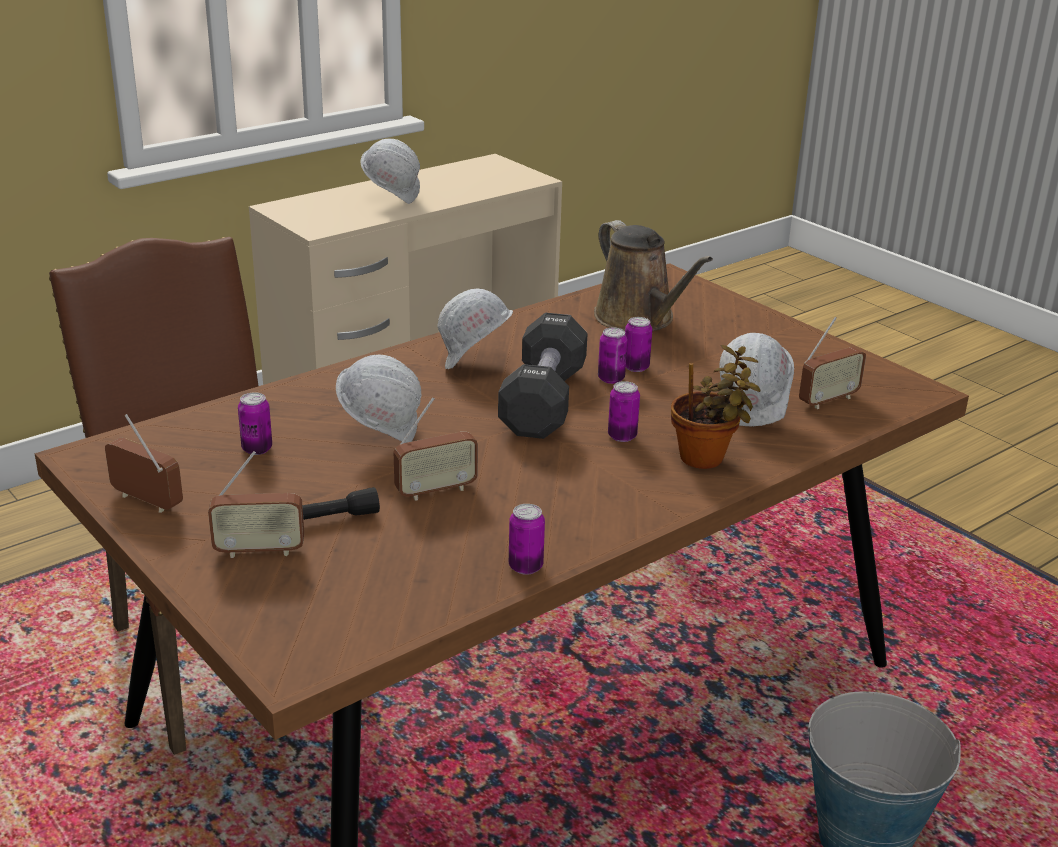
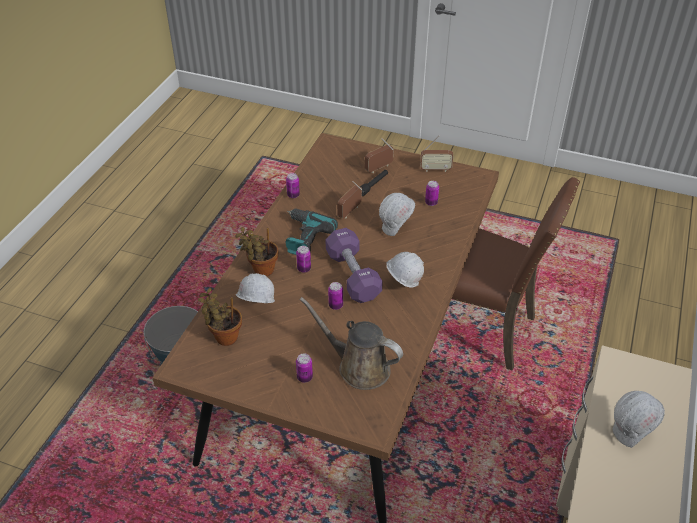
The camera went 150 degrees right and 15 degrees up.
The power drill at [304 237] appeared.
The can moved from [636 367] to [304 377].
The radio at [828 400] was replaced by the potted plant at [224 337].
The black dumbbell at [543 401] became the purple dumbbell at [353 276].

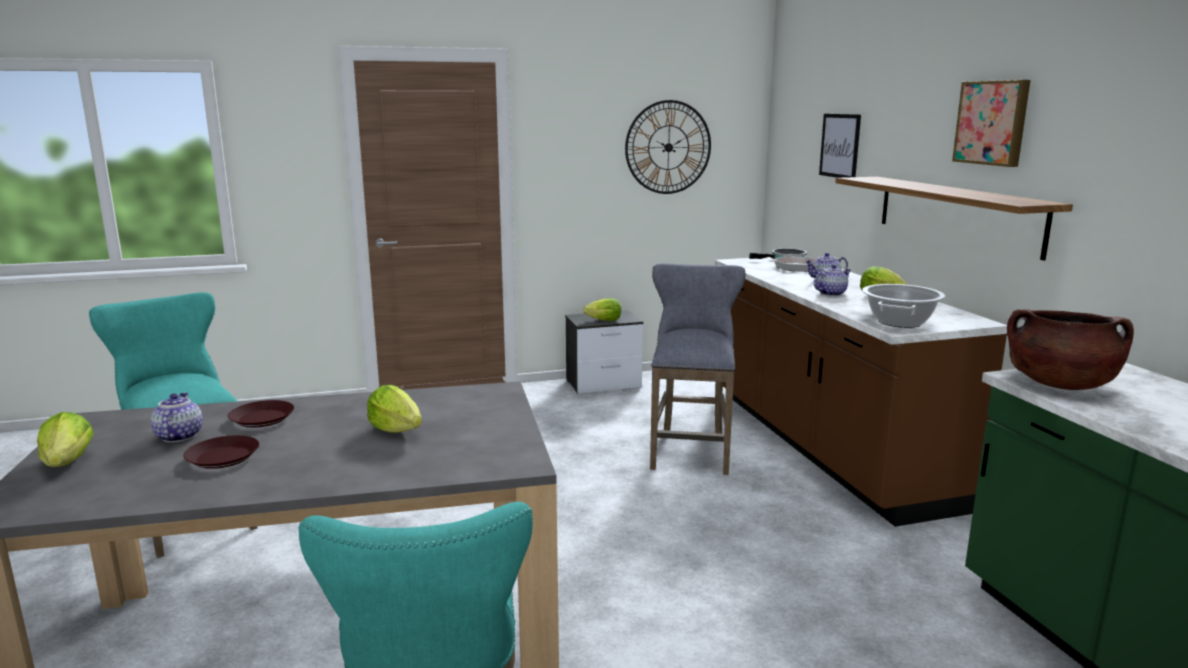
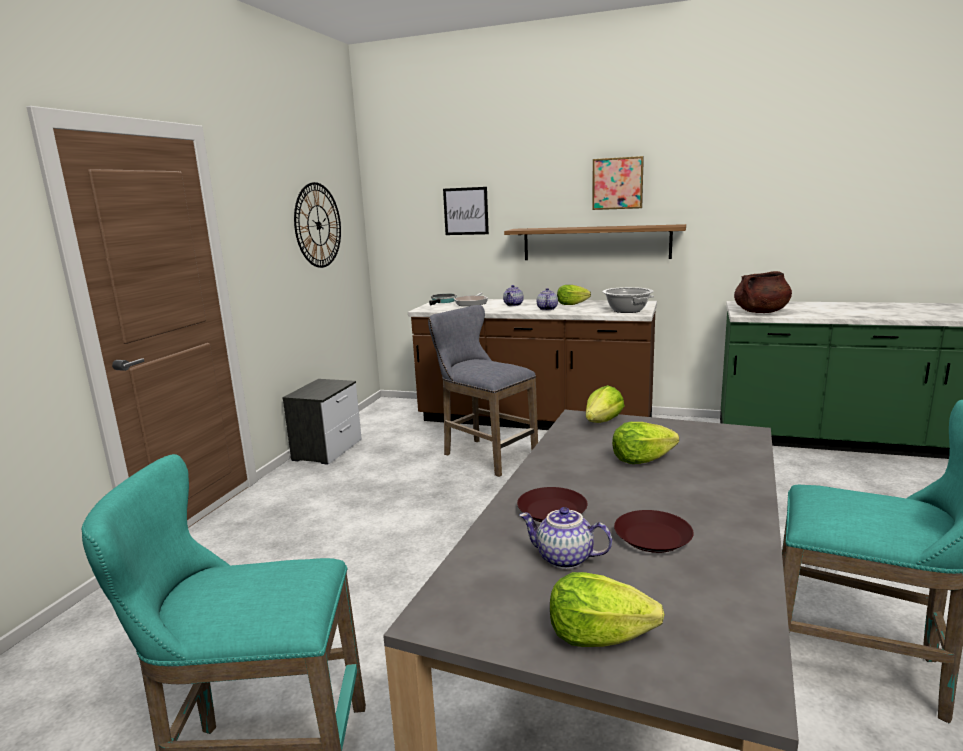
The camera went 55 degrees left and 0 degrees up.
The lettuce moved from [604 321] to [603 422].

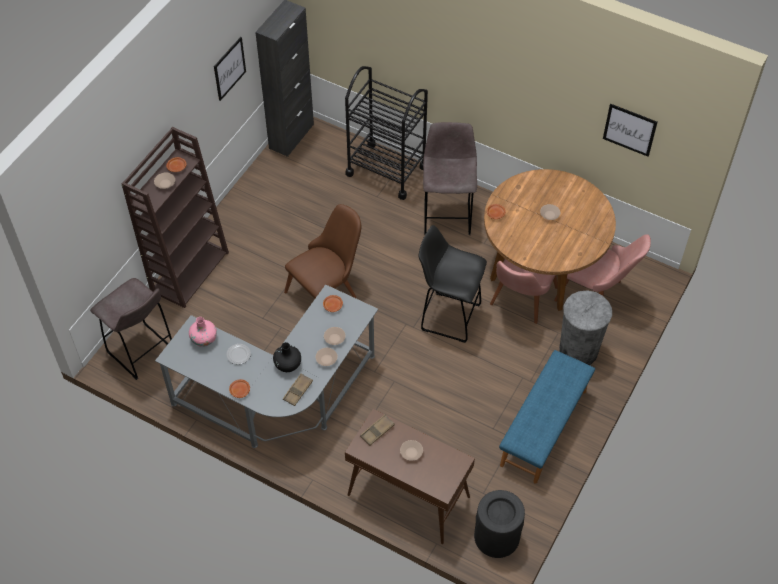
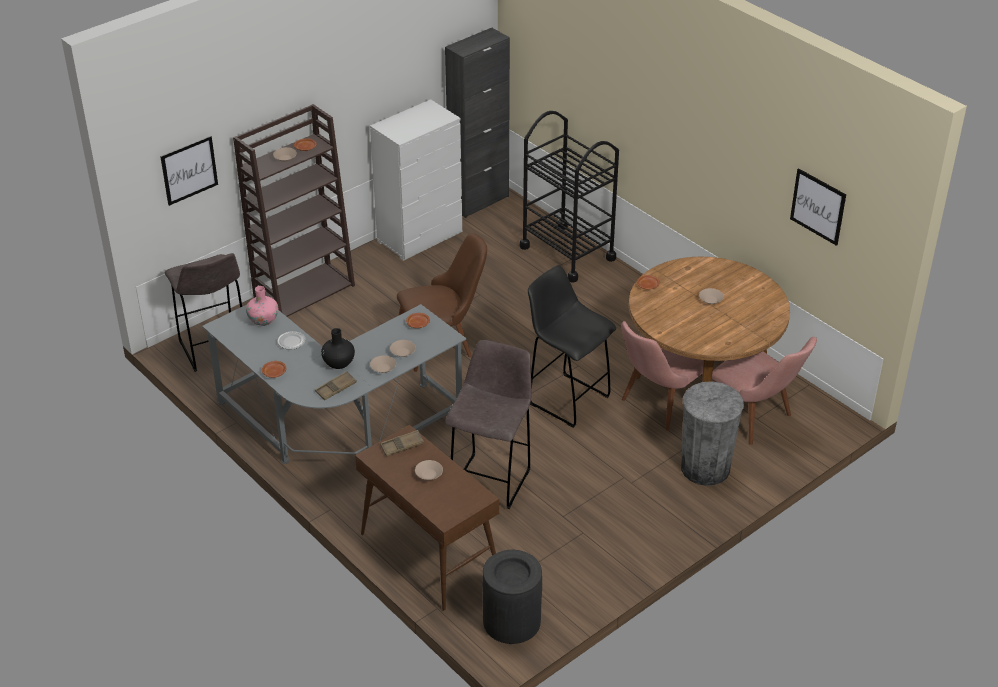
The camera went 20 degrees right and 15 degrees down.
The blue bench at [544 428] disappeared.
The white dresser at [420 237] appeared.
The picture moved from [229 68] to [189 170].
The grey stool moved from [447 216] to [491 479].

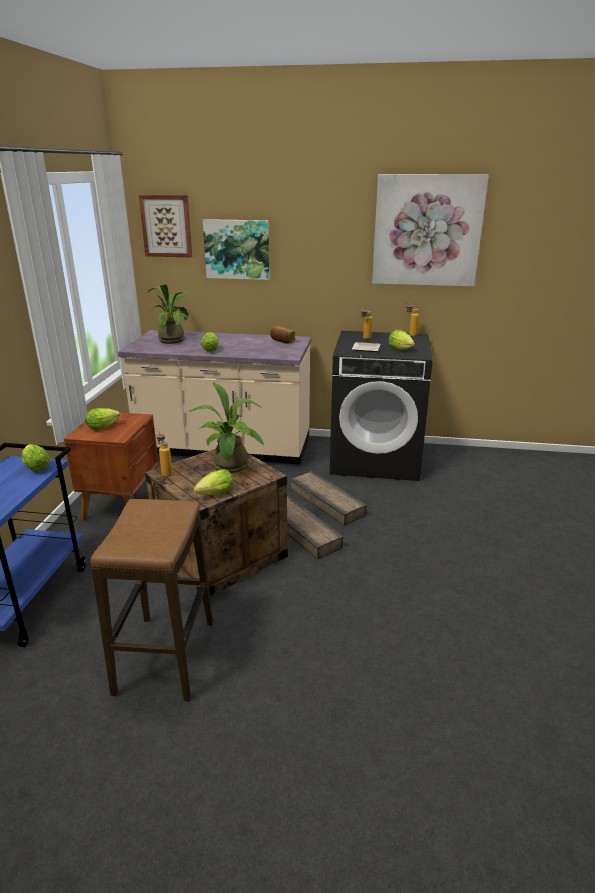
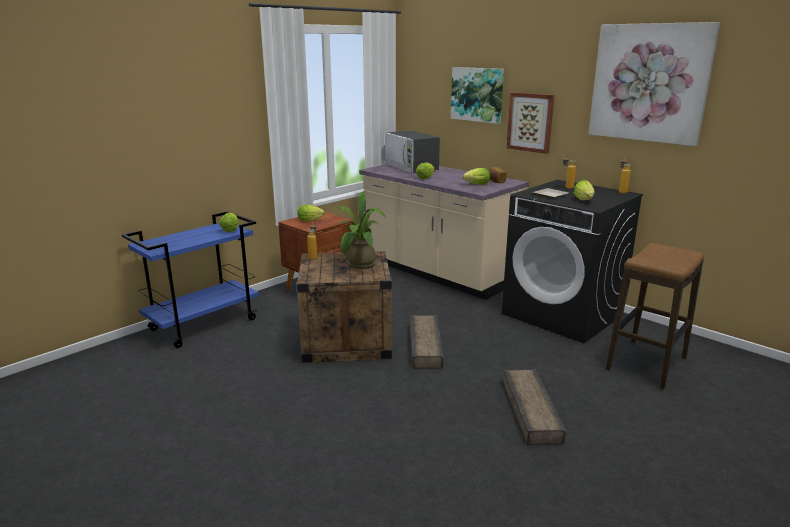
The camera went 35 degrees right and 5 degrees down.
The stool moved from [165 656] to [646 364].
The picture moved from [166 226] to [530 122].
The lettuce moved from [214 495] to [475 184].
The crate moved from [327 501] to [532 410].
The potted plant at [173 339] was replaced by the microwave at [411 168].

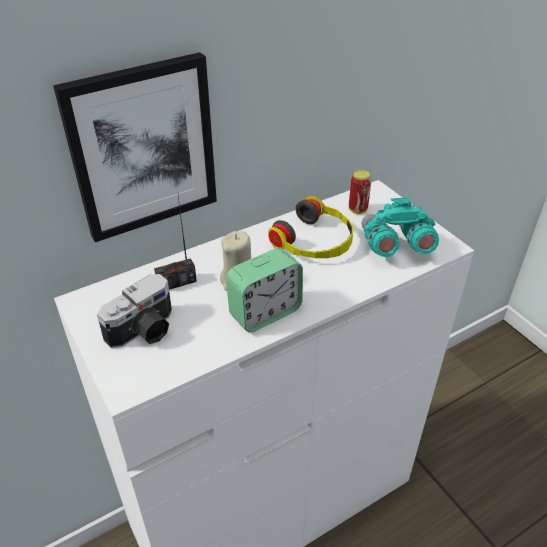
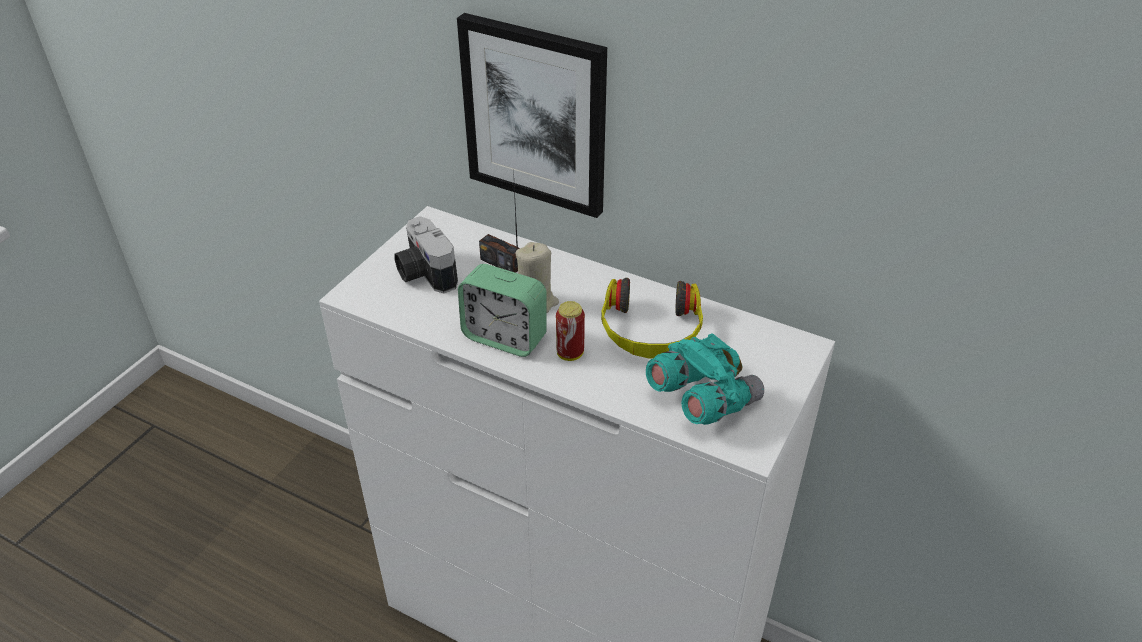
The camera went 60 degrees right and 0 degrees up.
The can moved from [357 210] to [570 354].
The photo camera at [145 331] turned 45 degrees clockwise.

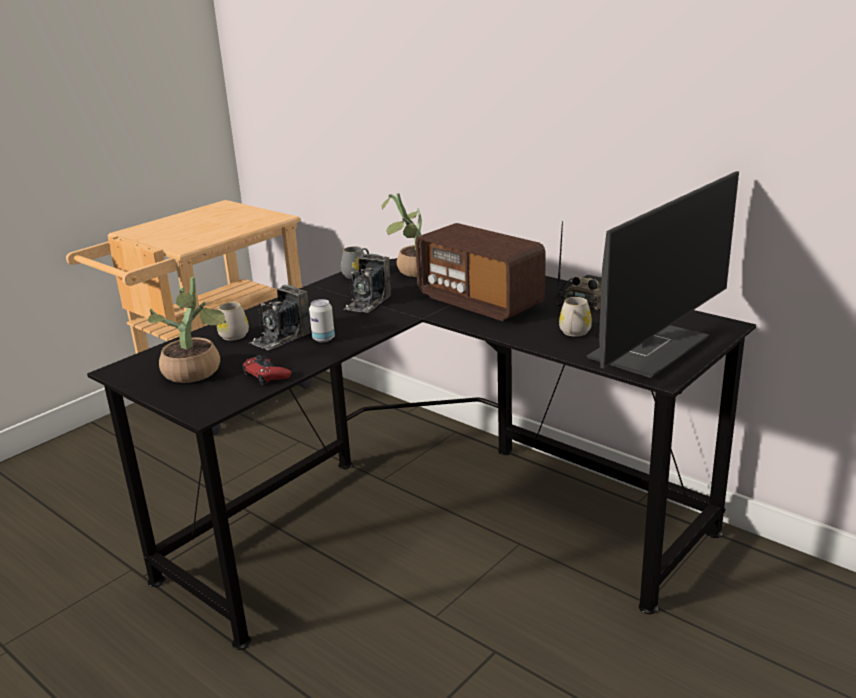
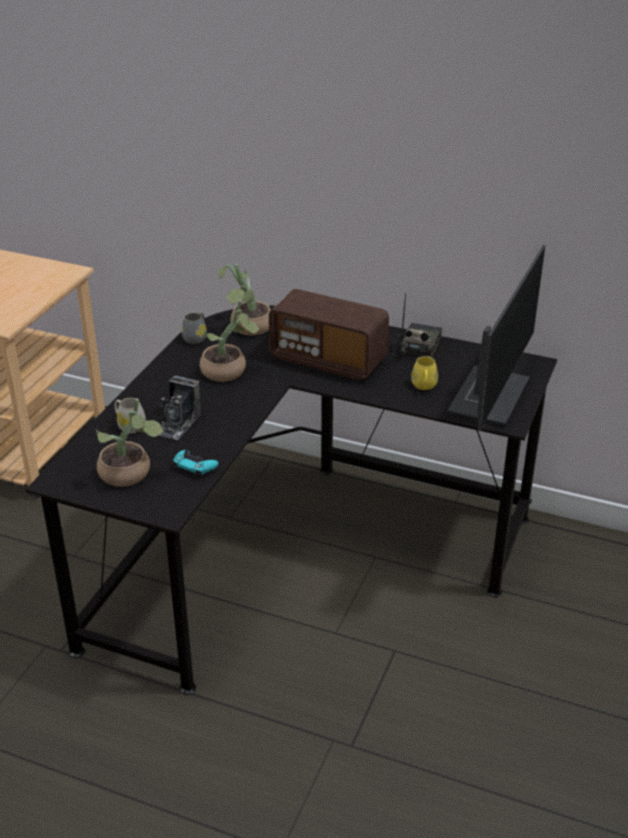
The camera went 20 degrees left and 10 degrees up.
The can at [323 339] disappeared.
The photo camera at [368 302] was replaced by the potted plant at [229 372].
The red game controller at [266 375] became the turquoise game controller at [194 466].
The white mug at [574 333] became the yellow mug at [424 386].

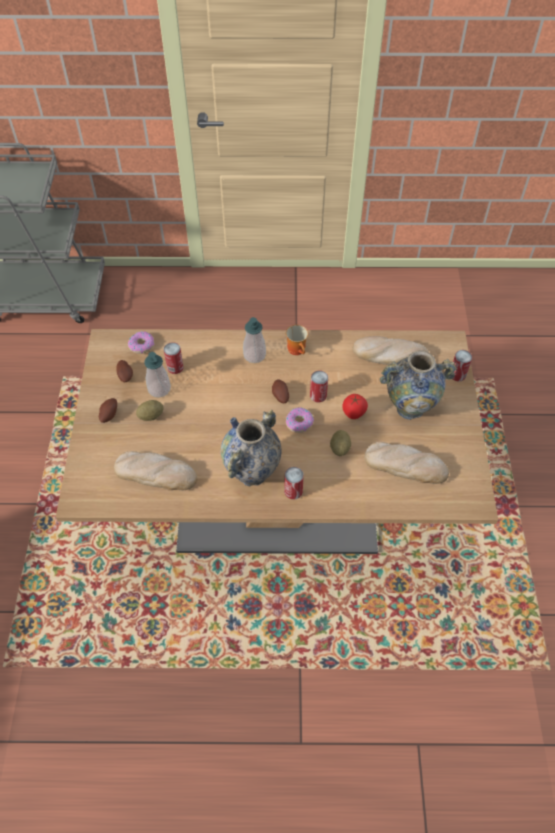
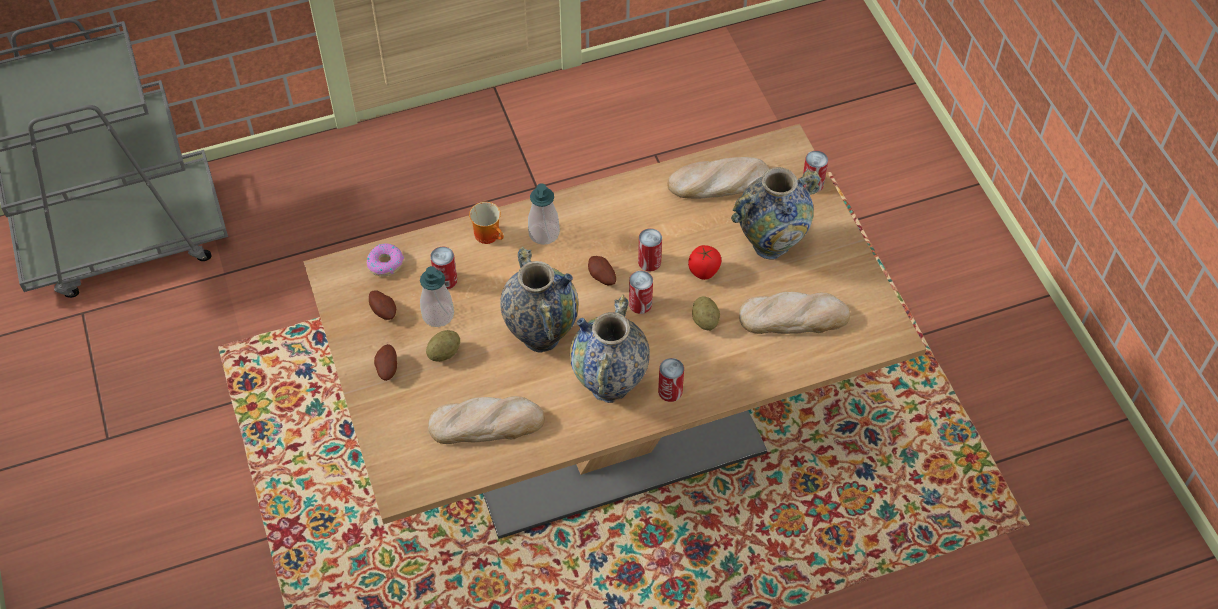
The camera went 20 degrees left and 0 degrees up.
The vase at [541 336] appeared.
The mug moved from [298 349] to [490 235].
The donut at [299 422] was replaced by the can at [640 304].

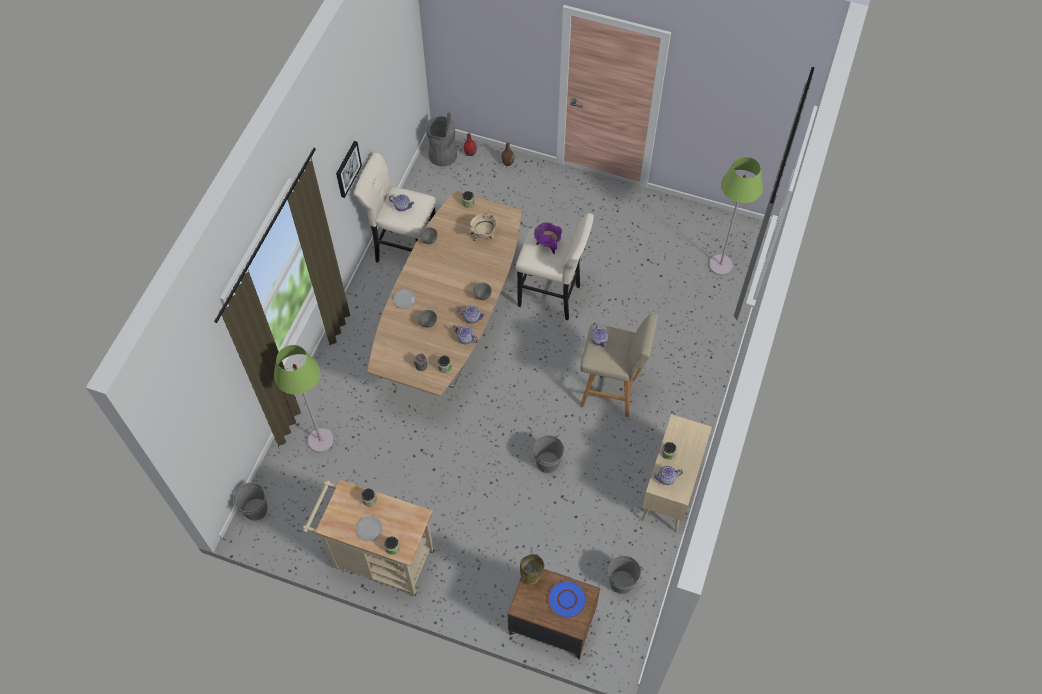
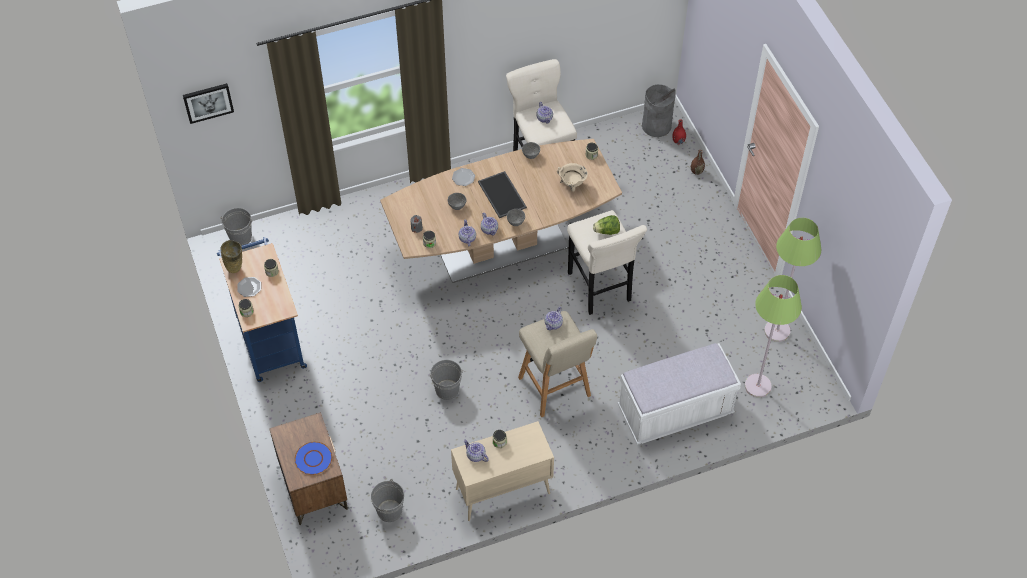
The camera went 50 degrees right and 5 degrees down.
The tray at [503 195] appeared.
The white bench at [675 412] appeared.
The green floor lamp moved from [321 440] to [777 331].
The picture moved from [347 169] to [208 102].
The beige vase moved from [532 577] to [235 269].
The purple cooking pot at [548 245] was replaced by the lettuce at [607 231].
The beige cart at [378 558] became the blue cart at [269 338].

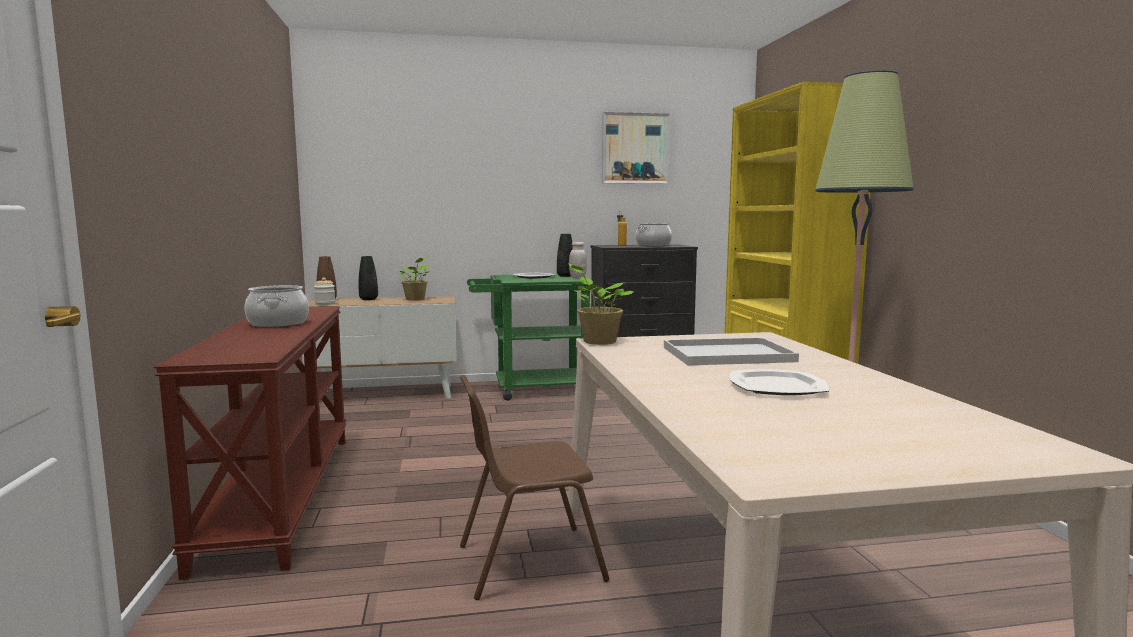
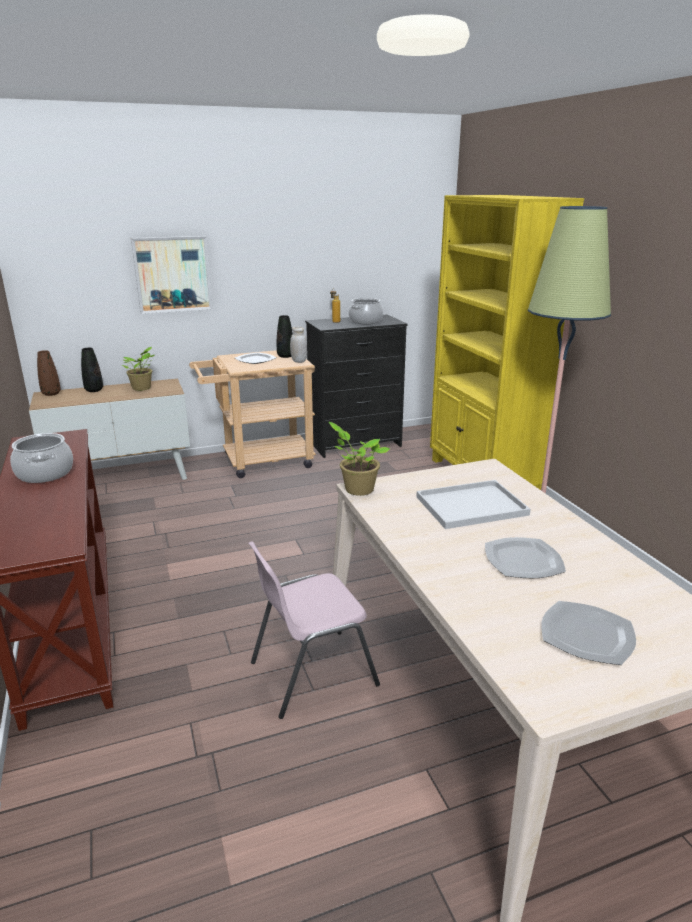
The camera went 10 degrees left and 15 degrees up.
The jar at [325 304] disappeared.
The plate at [587 636] appeared.
The picture moved from [635 148] to [173 274].
The brown chair at [527 562] became the pink chair at [311 673].
The green cart at [531 389] became the beige cart at [259 461].

